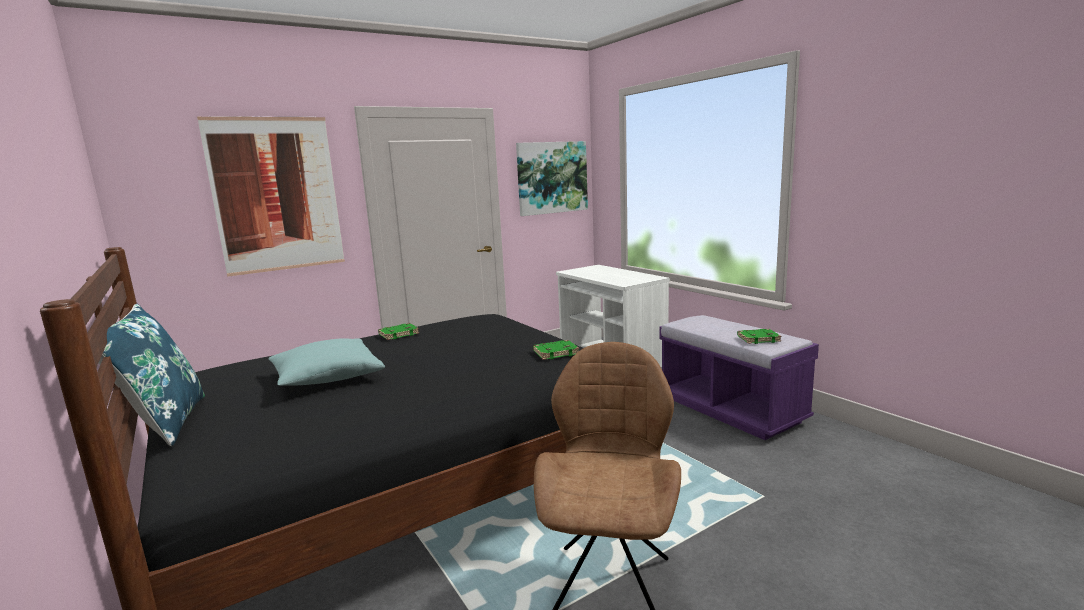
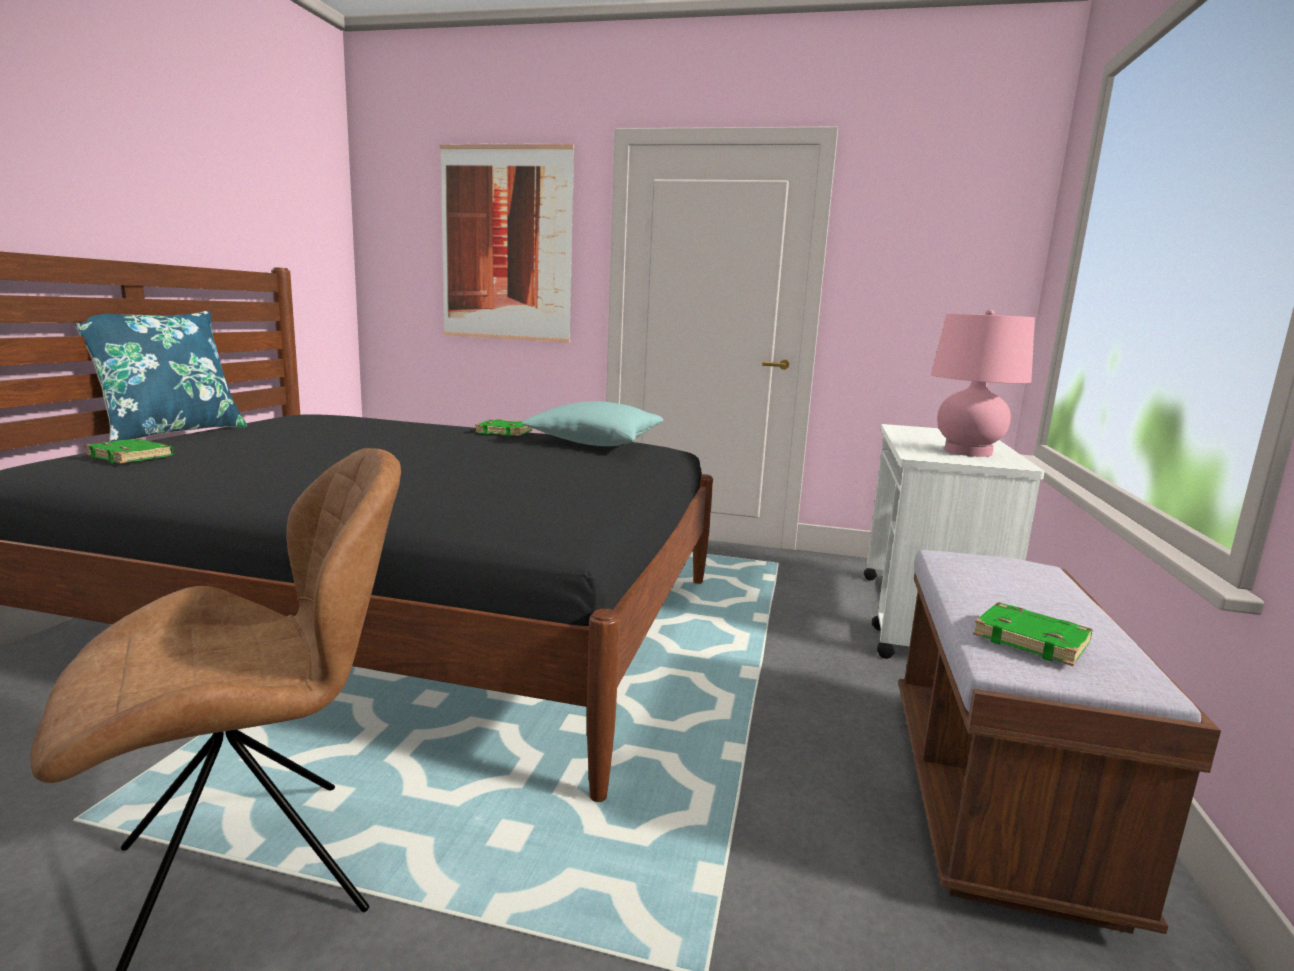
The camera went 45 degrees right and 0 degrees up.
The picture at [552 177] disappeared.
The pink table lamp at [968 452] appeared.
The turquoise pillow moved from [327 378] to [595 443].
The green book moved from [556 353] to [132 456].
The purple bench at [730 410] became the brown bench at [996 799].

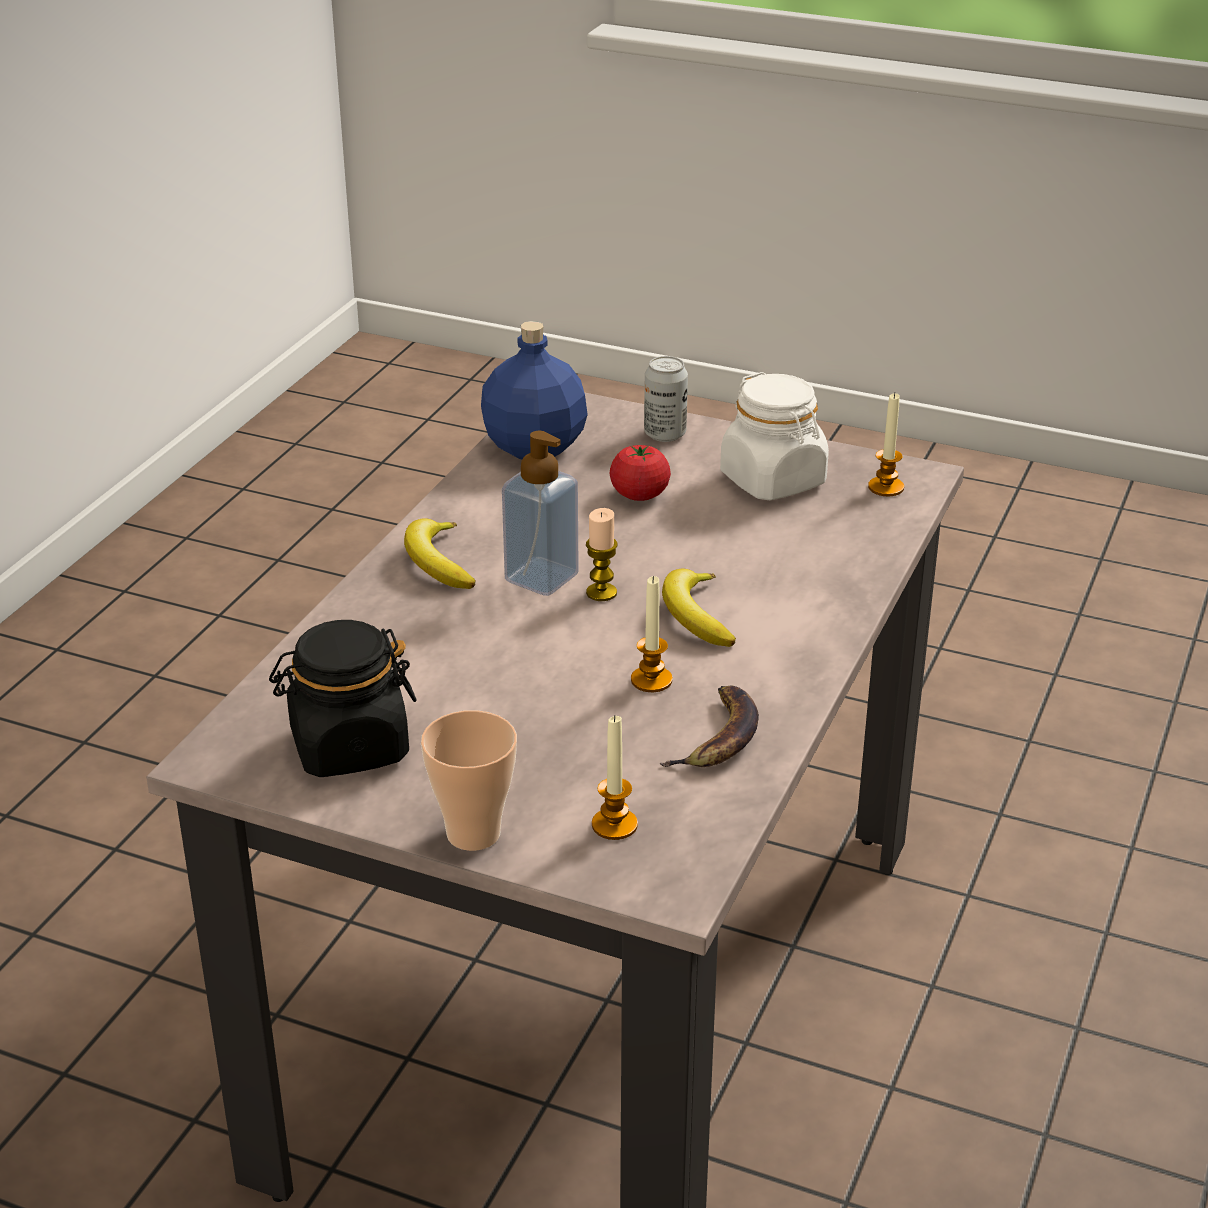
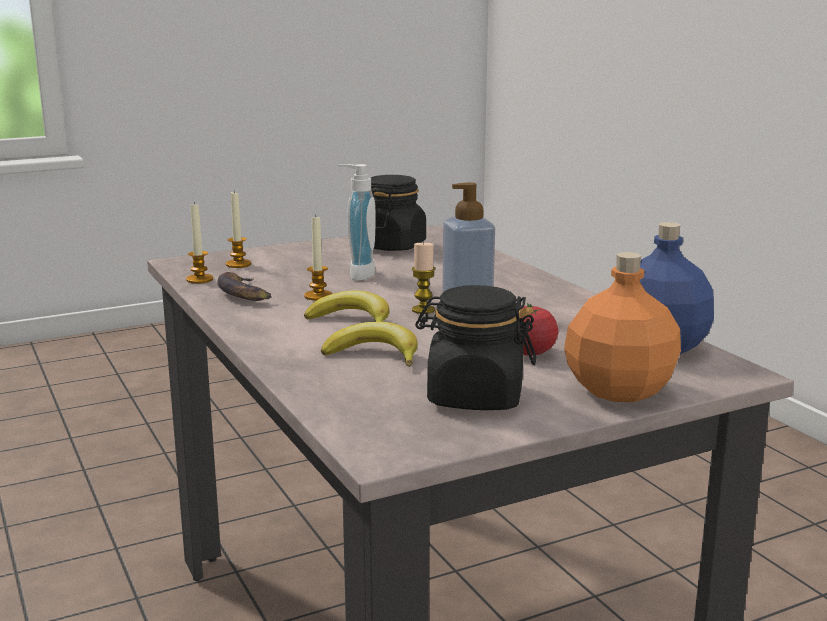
The camera went 130 degrees right and 15 degrees down.
The cup at [473 834] disappeared.
The soap dispenser at [357 274] appeared.
The banana moved from [438 563] to [374 355].
The candle moved from [886 487] to [199 279].
The can at [665 434] was replaced by the orange bottle at [619 389].
The white jar at [773 480] became the black jar at [474 397].

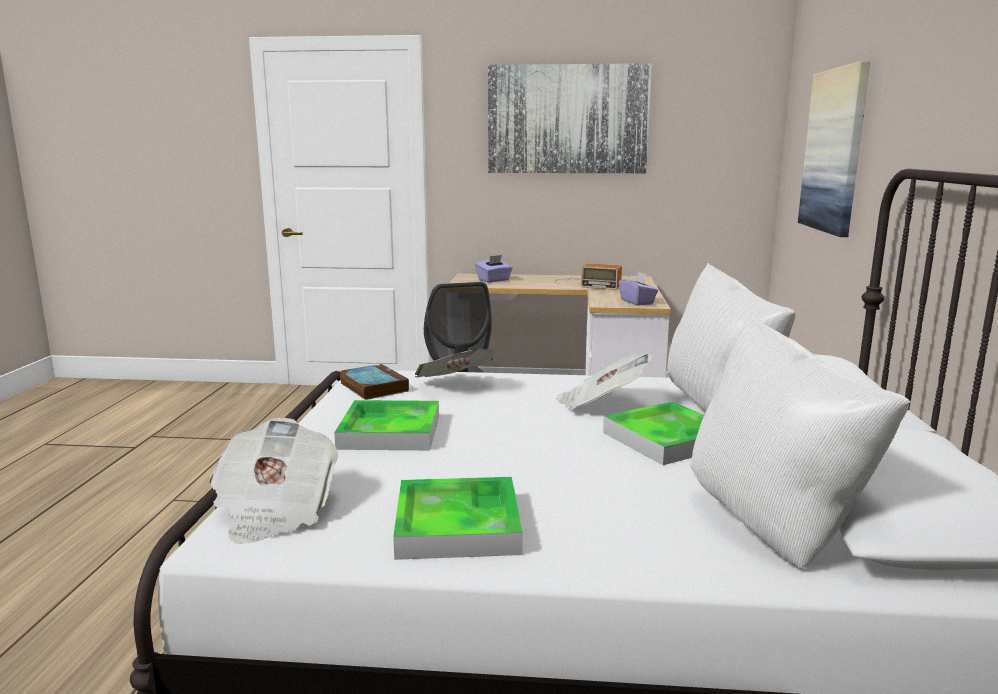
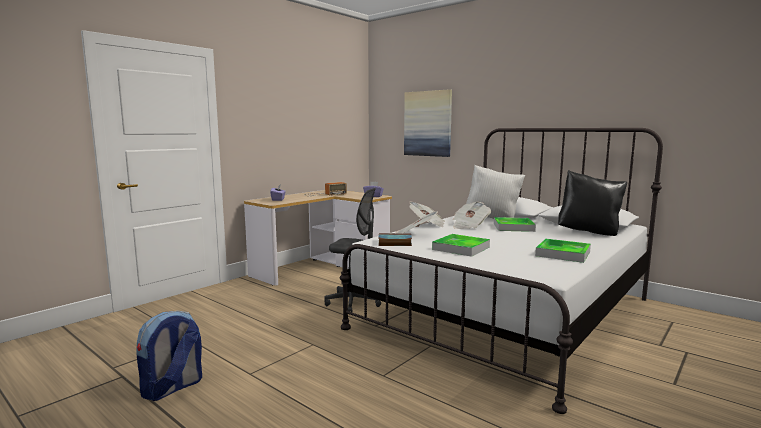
The camera went 55 degrees left and 5 degrees down.
The picture at [567 119] disappeared.
The backpack at [172 388] appeared.
The newspaper moved from [274 510] to [427 224].
The white pillow at [774 527] became the black pillow at [589 233].

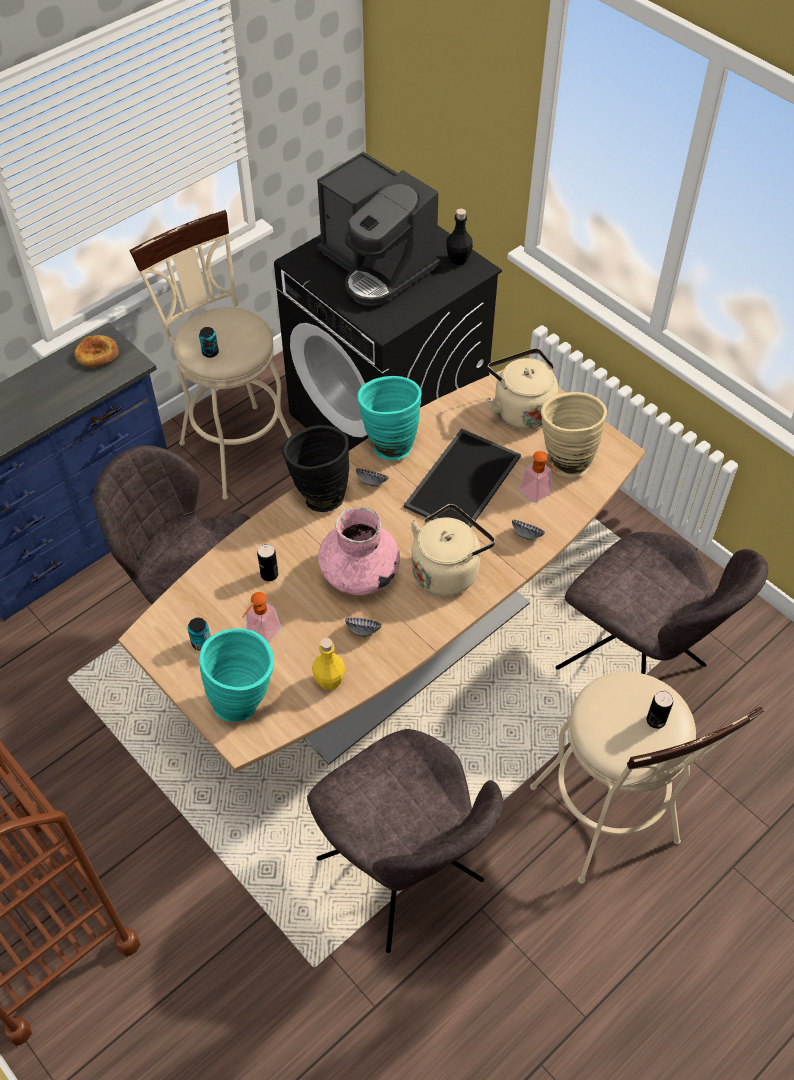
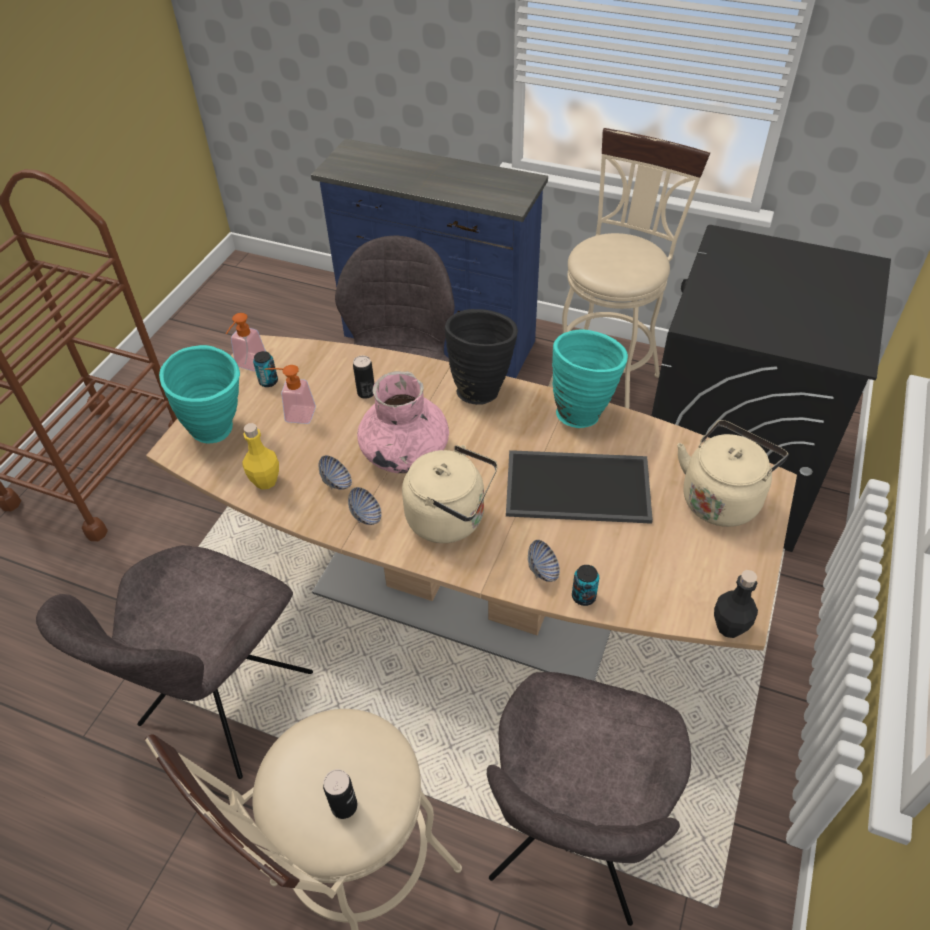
The camera went 65 degrees right and 5 degrees down.
The bread at [97 354] disappeared.
The coffee machine at [377 266] disappeared.
The beige vase at [565 460] disappeared.
The can moved from [210 352] to [583 596].
The bowl moved from [372 482] to [366 516].
The black bottle moved from [458 259] to [729 627].
The soap dispenser moved from [538 495] to [248 366].

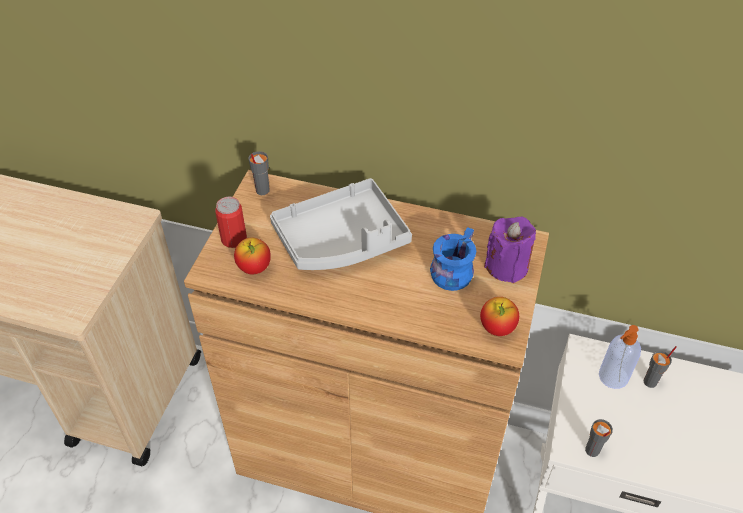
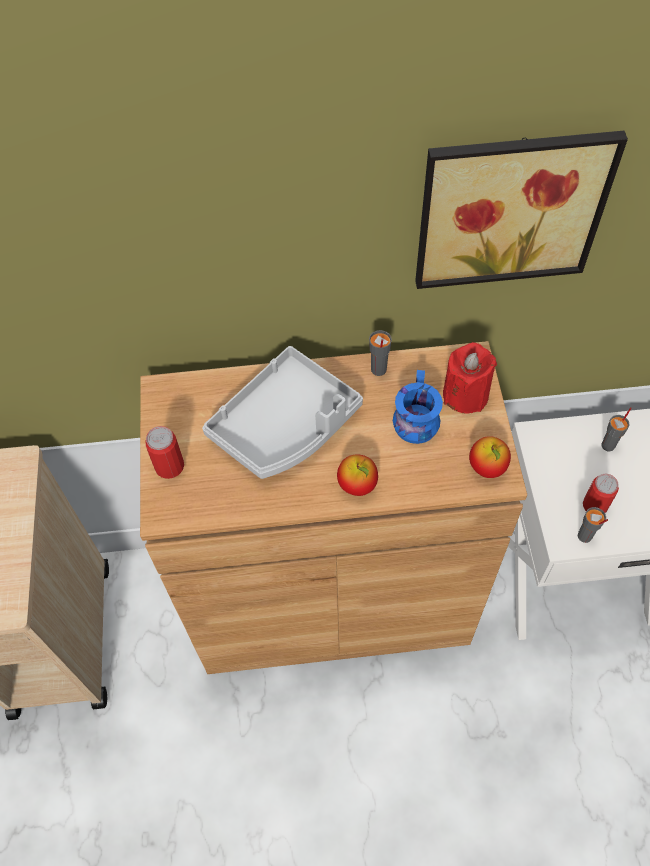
The camera went 20 degrees left and 10 degrees up.
The soap dispenser at [612 377] disappeared.
The picture at [509 206] appeared.
The can at [595 505] appeared.
The apple moved from [254 268] to [357 485].
The grey cup moved from [262 190] to [378 370].
The purple candle at [507 266] became the red candle at [465 394].

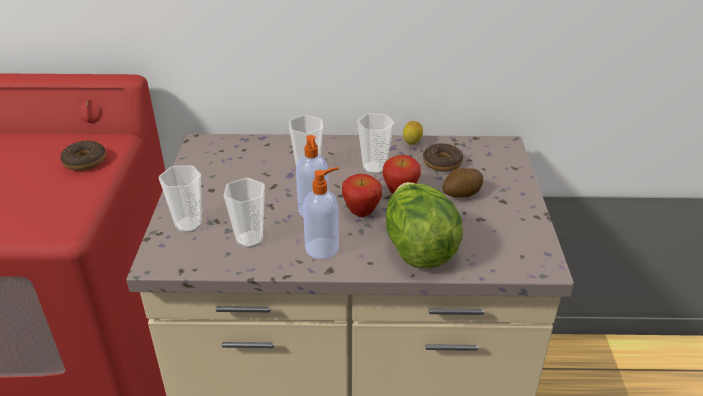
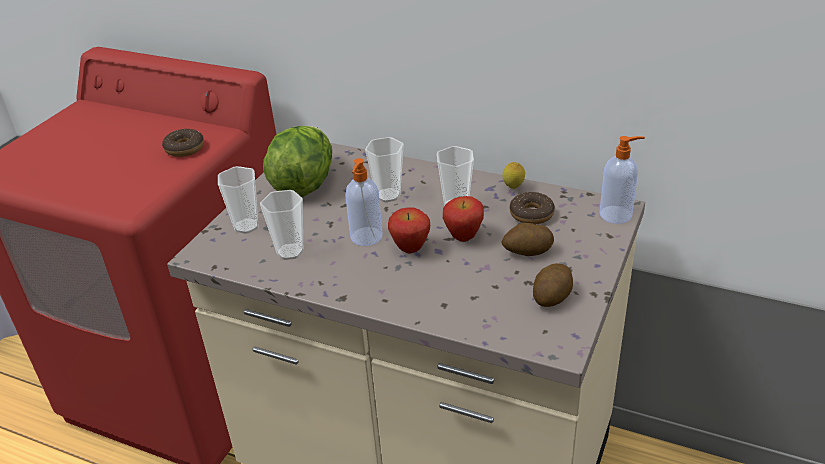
The camera went 25 degrees right and 0 degrees up.
The potato at [552 296] appeared.
The soap dispenser moved from [323 248] to [617 214].
The lettuce moved from [418 248] to [304 183].

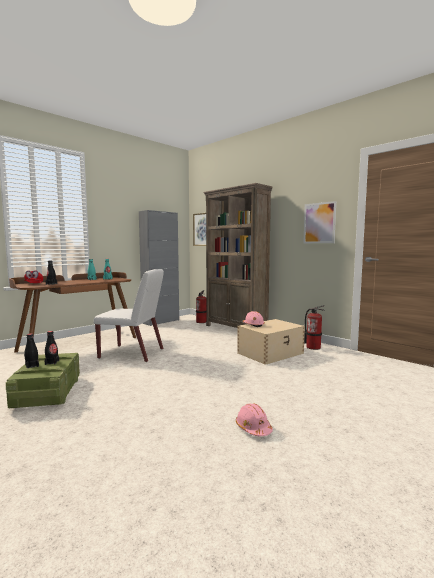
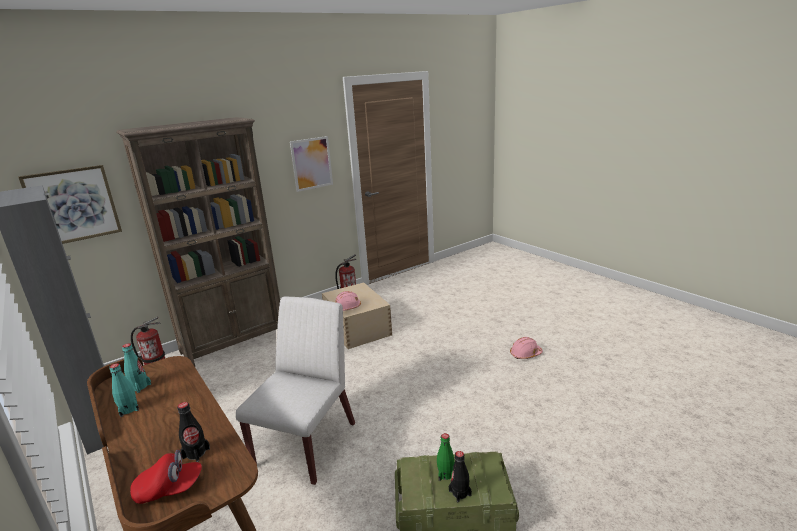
The camera went 80 degrees left and 15 degrees up.
The black bottle at [52 362] became the green bottle at [446 474].

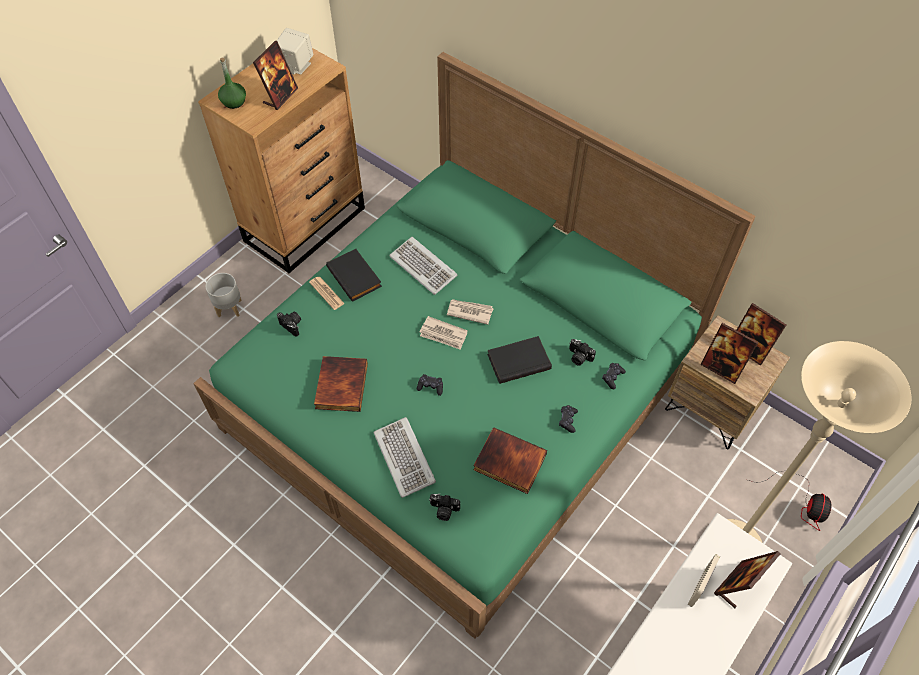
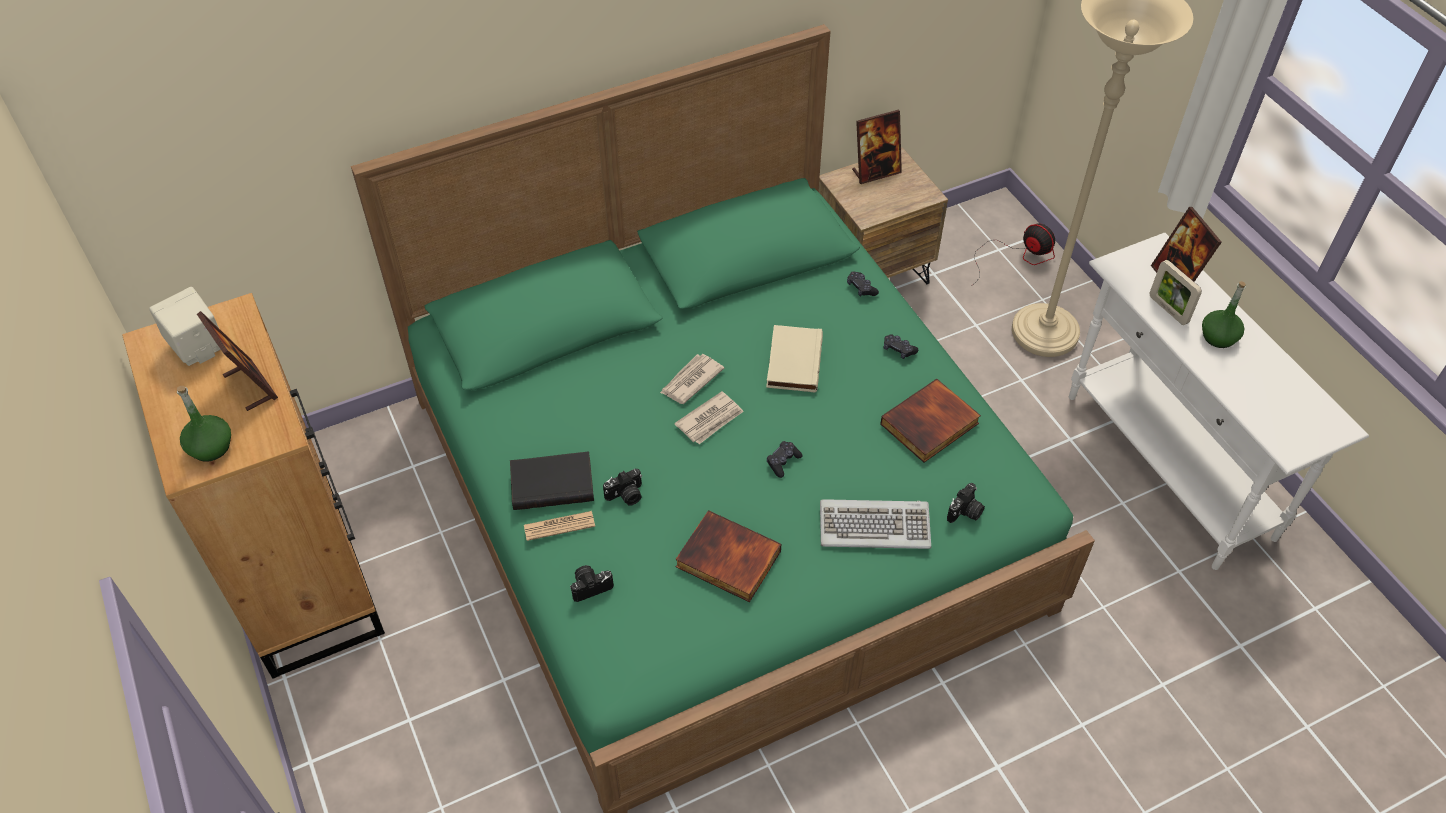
The camera went 65 degrees left and 5 degrees down.
The grey planter at [229 308] disappeared.
The keyboard at [424 267] disappeared.
The picture frame at [721 368] disappeared.
The green bottle at [1218 337] appeared.
The photo camera moved from [579 357] to [626 496].
The black book at [518 361] became the beige book at [792 361].

